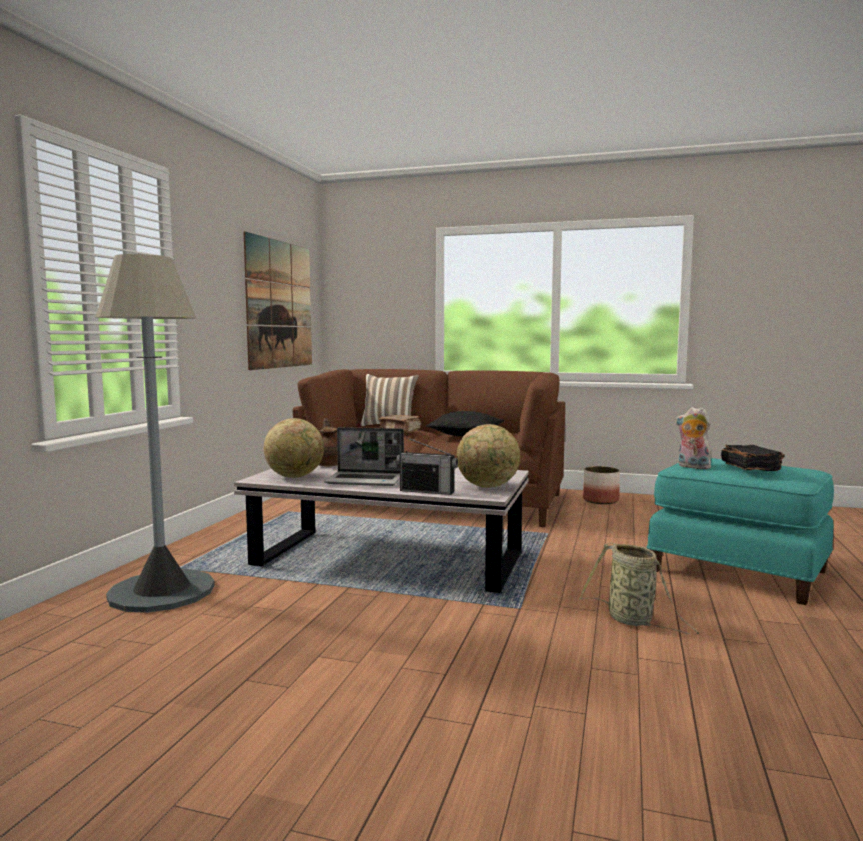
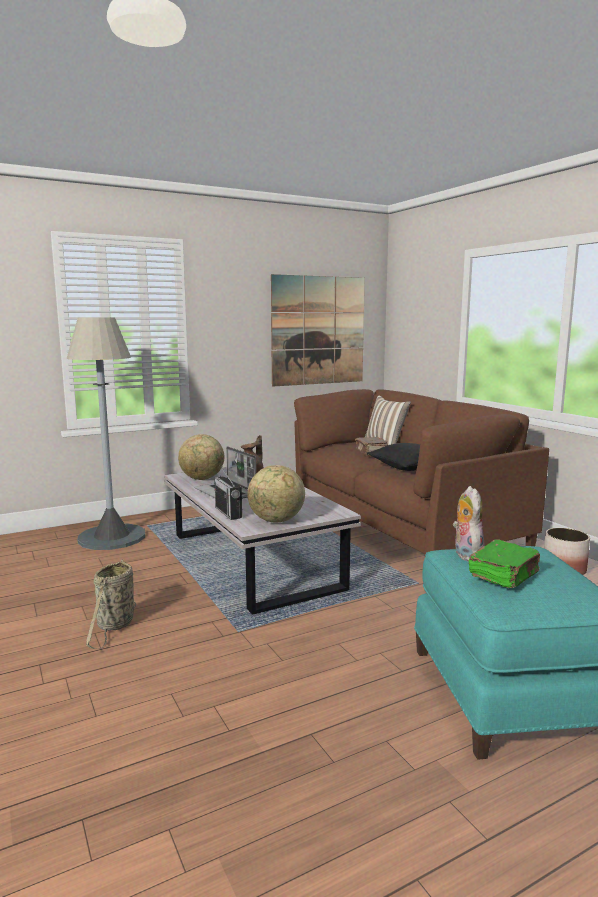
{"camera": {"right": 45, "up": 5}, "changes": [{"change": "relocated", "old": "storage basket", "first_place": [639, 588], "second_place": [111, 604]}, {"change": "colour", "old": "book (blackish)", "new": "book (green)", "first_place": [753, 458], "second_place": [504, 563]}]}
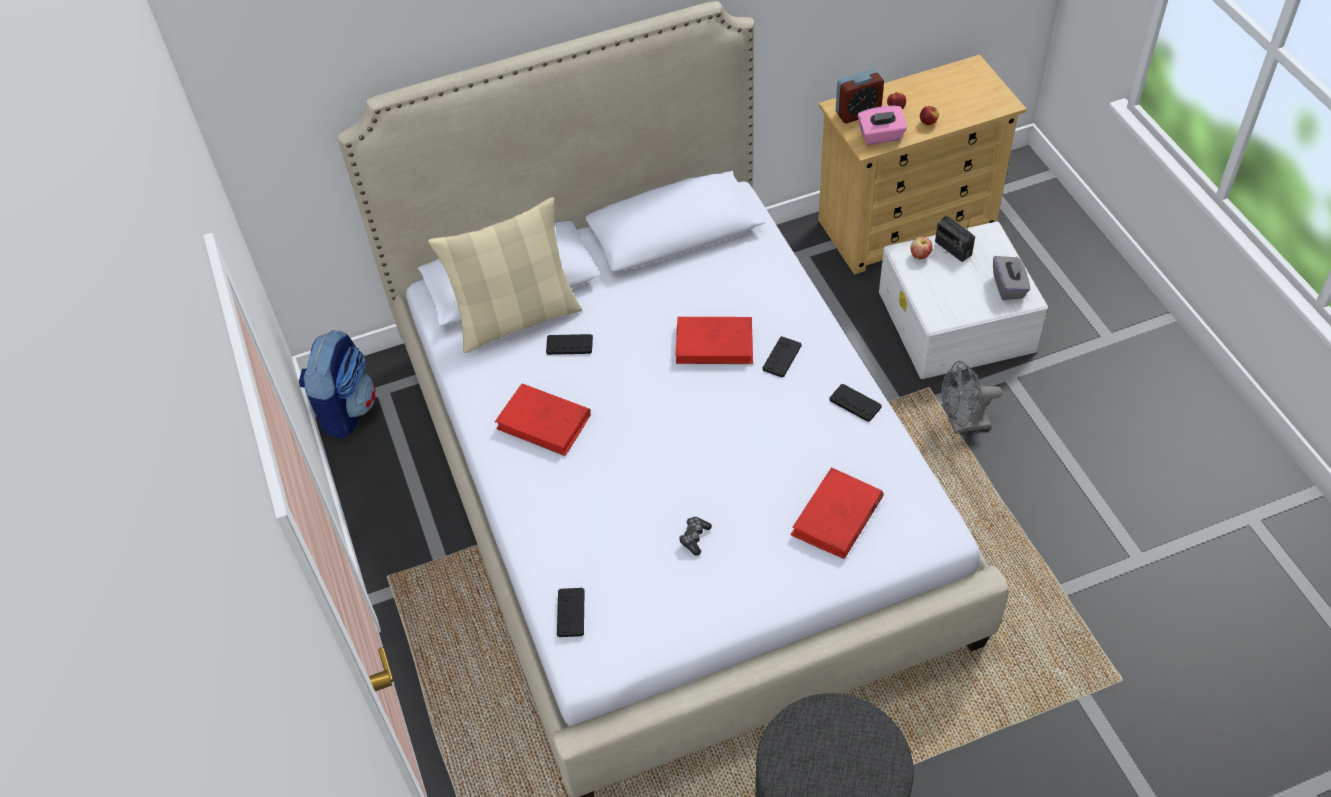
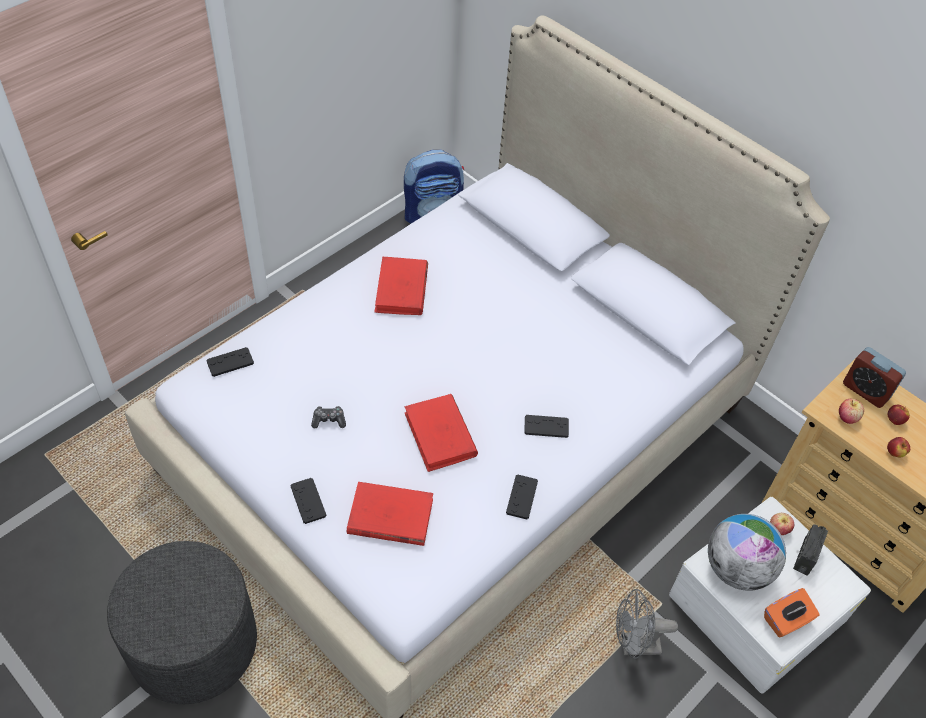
{"camera": {"right": 60, "up": 0}, "changes": [{"change": "missing", "old": "cushion (beige)", "first_place": [505, 275]}, {"change": "appeared", "new": "desk globe", "second_place": [747, 552]}, {"change": "relocated", "old": "game controller (blackish)", "first_place": [569, 344], "second_place": [308, 501]}, {"change": "relocated", "old": "book (red)", "first_place": [714, 340], "second_place": [441, 433]}, {"change": "exchanged", "old": "tissue holder (pinkish)", "new": "whole apple", "first_place": [882, 125], "second_place": [851, 411]}, {"change": "colour", "old": "tissue holder (grey)", "new": "tissue holder (orange)", "first_place": [1011, 278], "second_place": [792, 613]}, {"change": "spun", "old": "electric fan (grey)", "first_place": [972, 397], "second_place": [647, 624], "degrees": -60}]}
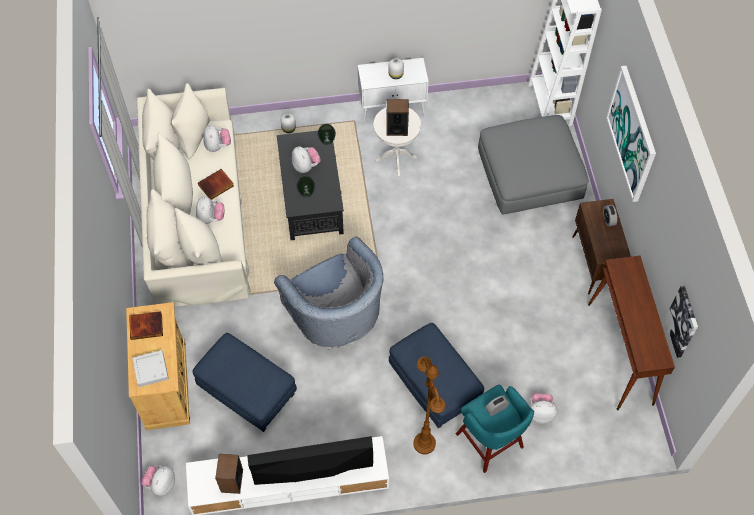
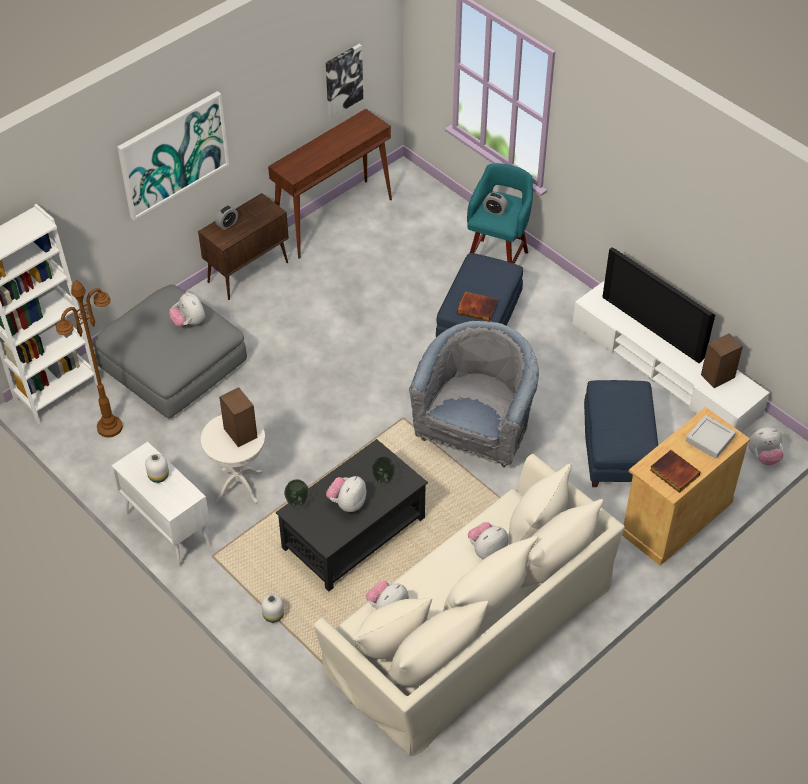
{"camera": {"right": -125, "up": -10}, "changes": [{"change": "relocated", "old": "book", "first_place": [216, 184], "second_place": [477, 307]}, {"change": "relocated", "old": "standard lamp (brown-coloured)", "first_place": [429, 405], "second_place": [89, 358]}, {"change": "relocated", "old": "soft toy", "first_place": [544, 408], "second_place": [187, 309]}]}
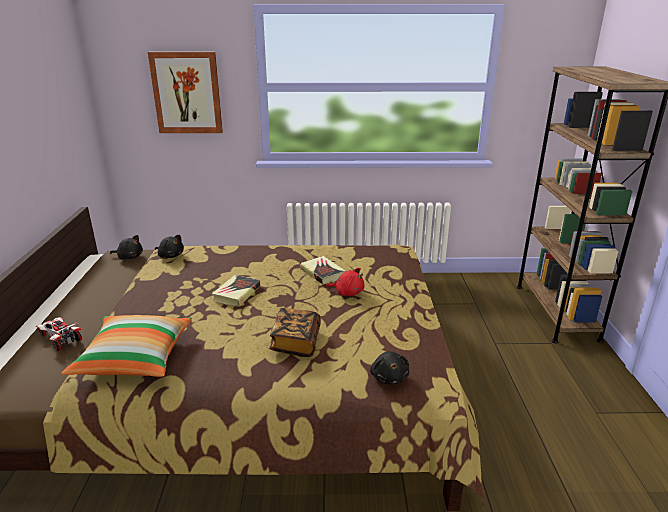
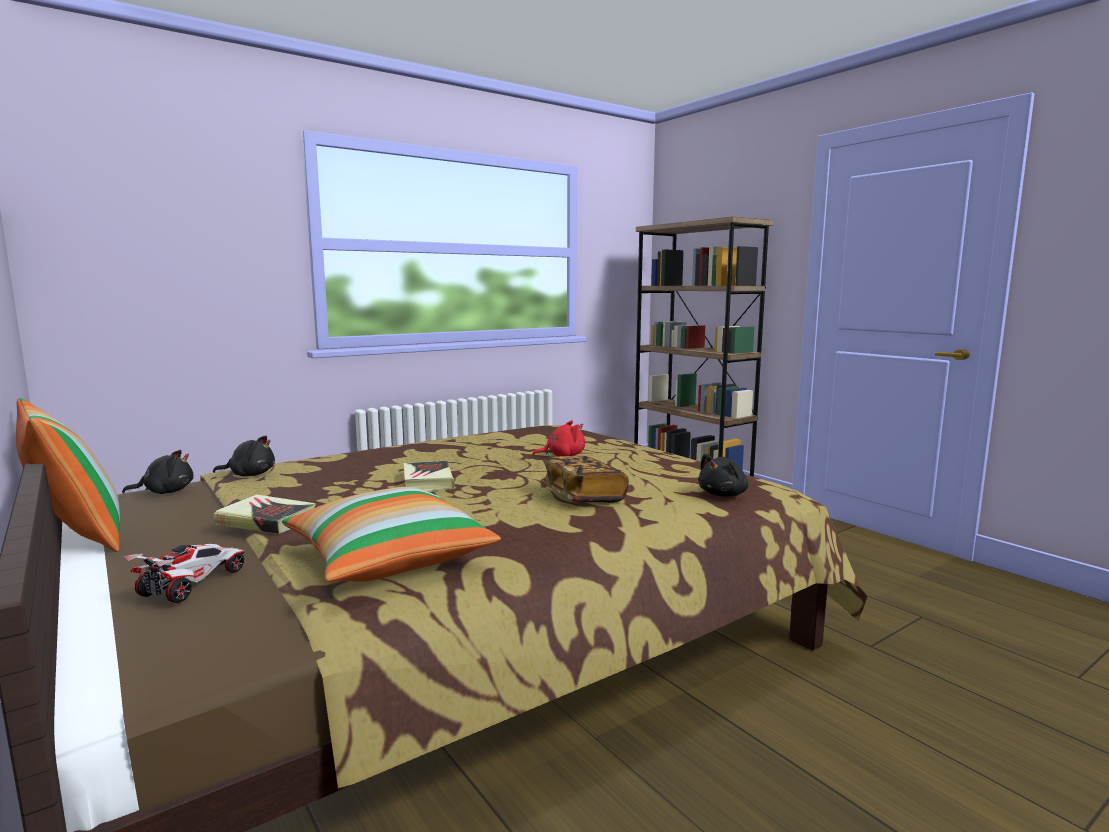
{"camera": {"right": -35, "up": -15}, "changes": [{"change": "missing", "old": "wall art", "first_place": [185, 92]}, {"change": "appeared", "new": "cushion", "second_place": [68, 475]}, {"change": "relocated", "old": "book", "first_place": [322, 270], "second_place": [264, 514]}, {"change": "spun", "old": "toy car", "first_place": [59, 334], "second_place": [184, 573], "degrees": 105}, {"change": "spun", "old": "soft toy (blackish)", "first_place": [389, 367], "second_place": [723, 475], "degrees": 90}]}
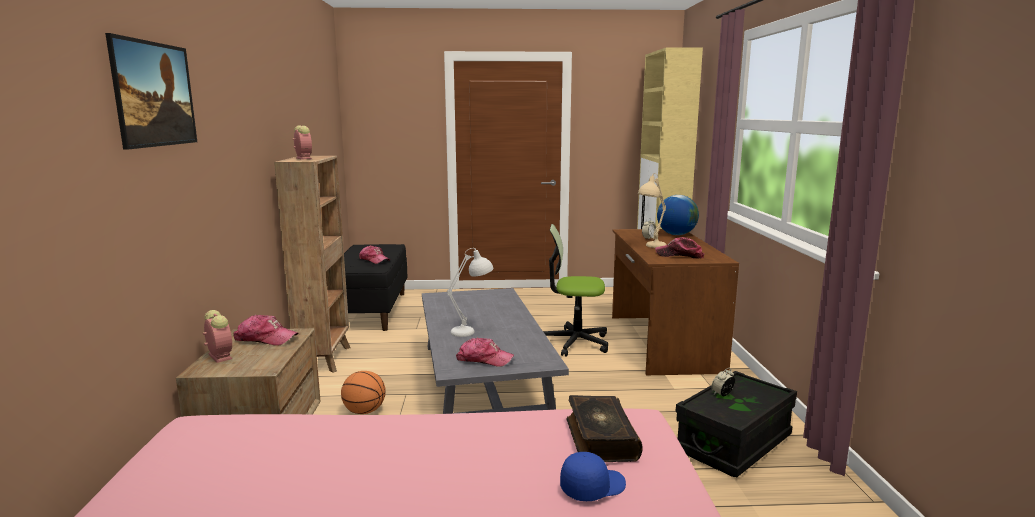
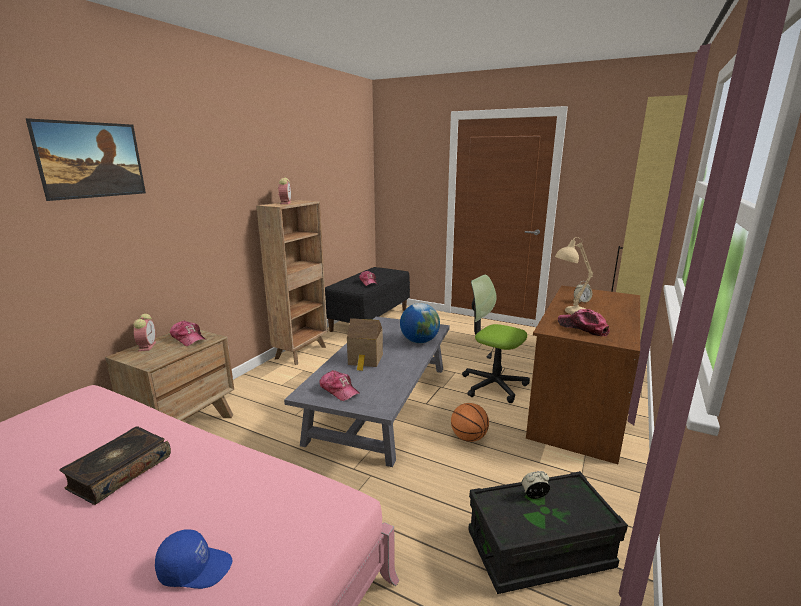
{"camera": {"right": 30, "up": 5}, "changes": [{"change": "relocated", "old": "ball for basketball", "first_place": [363, 392], "second_place": [470, 422]}, {"change": "relocated", "old": "book", "first_place": [604, 428], "second_place": [115, 465]}, {"change": "relocated", "old": "desk globe", "first_place": [678, 215], "second_place": [420, 323]}, {"change": "exchanged", "old": "lamp for a table (white-coloured)", "new": "toy house", "first_place": [470, 292], "second_place": [365, 344]}]}
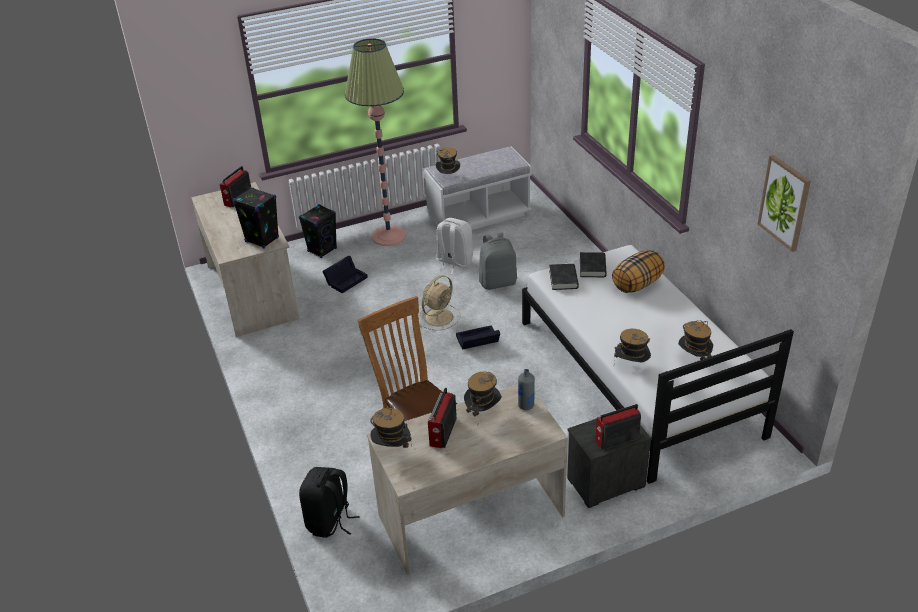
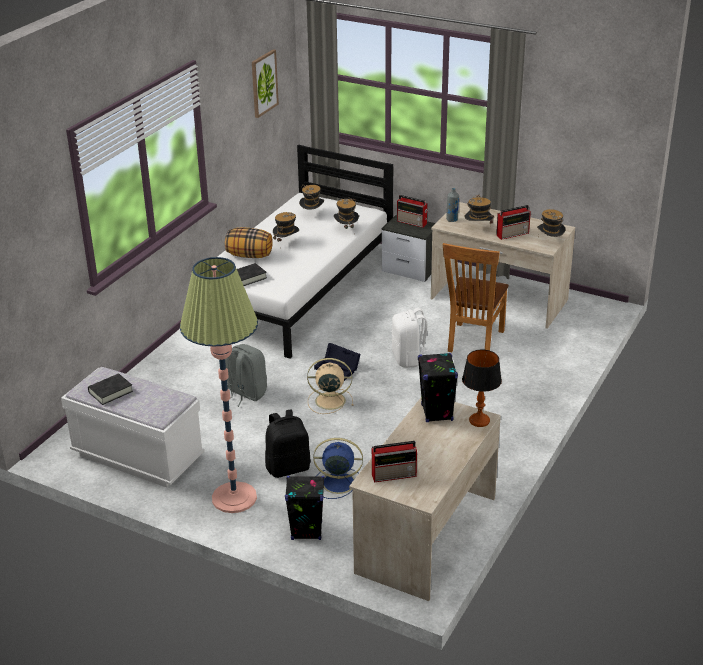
{"camera": {"right": -130, "up": -5}, "changes": [{"change": "appeared", "new": "lamp for a table", "second_place": [482, 388]}, {"change": "relocated", "old": "backpack (blackish)", "first_place": [329, 502], "second_place": [288, 443]}, {"change": "relocated", "old": "hat", "first_place": [448, 160], "second_place": [286, 230]}, {"change": "relocated", "old": "backpack (white-coloured)", "first_place": [454, 246], "second_place": [409, 338]}, {"change": "relocated", "old": "book (blackish)", "first_place": [564, 277], "second_place": [110, 389]}, {"change": "exchanged", "old": "storage box (blackish)", "new": "electric fan (bluish)", "first_place": [345, 274], "second_place": [338, 468]}]}
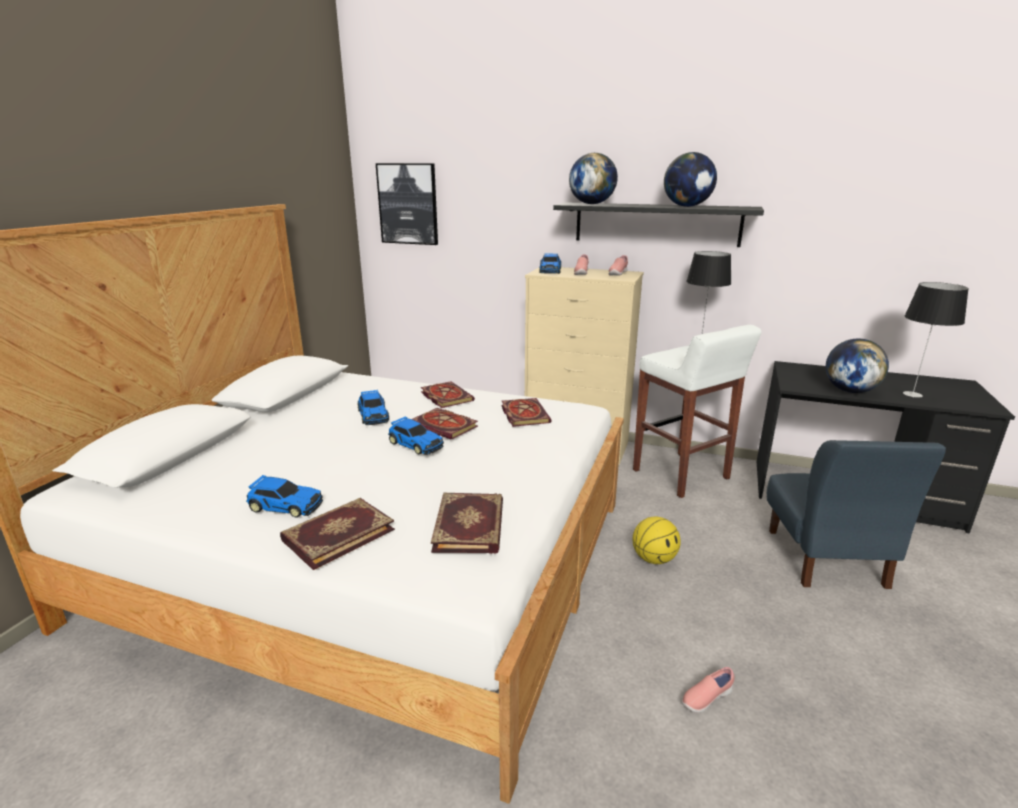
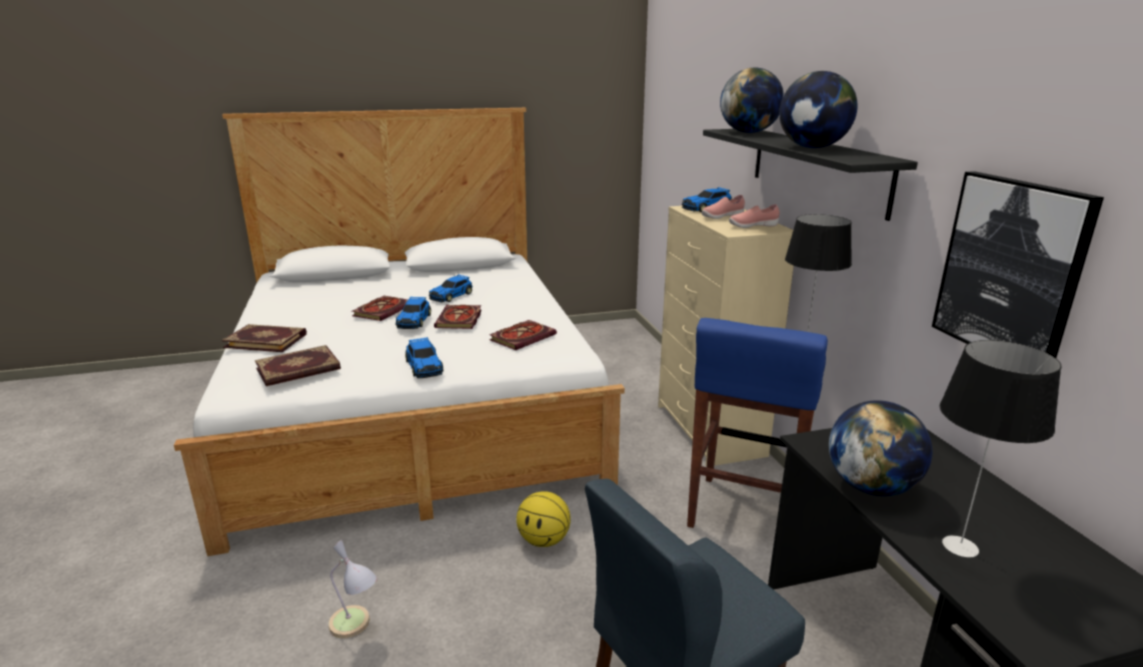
{"camera": {"right": 55, "up": 0}, "changes": [{"change": "relocated", "old": "toy car", "first_place": [284, 496], "second_place": [424, 357]}, {"change": "relocated", "old": "wall art", "first_place": [407, 204], "second_place": [1018, 264]}, {"change": "relocated", "old": "book", "first_place": [447, 394], "second_place": [380, 308]}, {"change": "exchanged", "old": "low shoe (pinkish)", "new": "lamp for a table", "first_place": [708, 690], "second_place": [353, 589]}, {"change": "colour", "old": "stool seat (white-coloured)", "new": "stool seat (bluish)", "first_place": [697, 411], "second_place": [757, 423]}]}
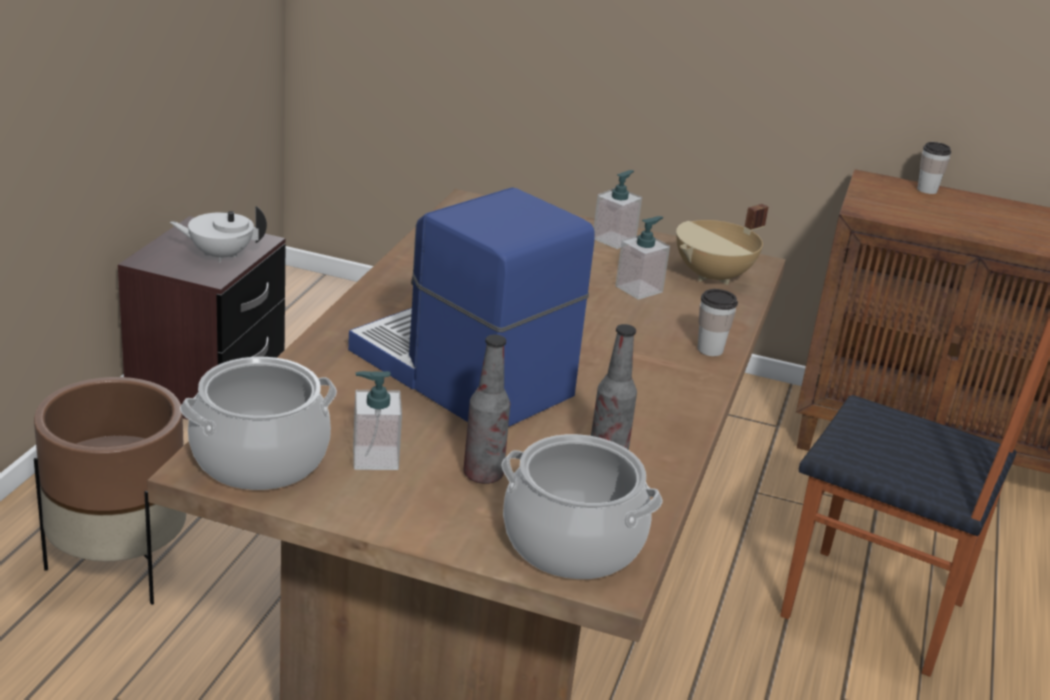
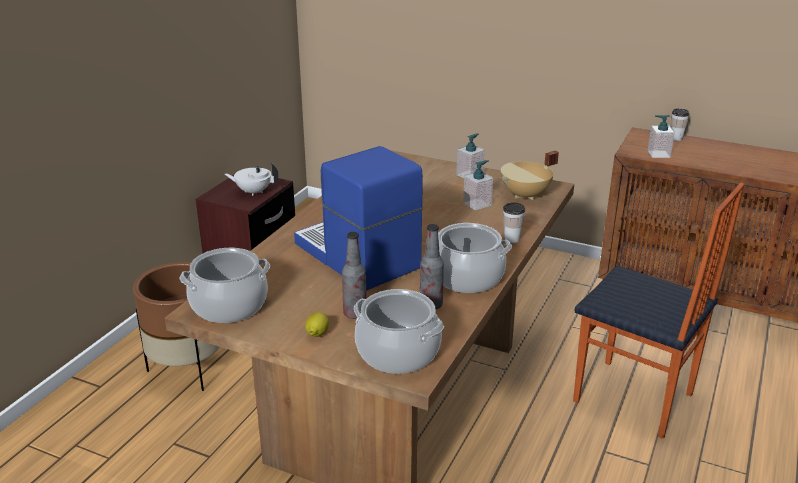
{"camera": {"right": 10, "up": 0}, "changes": [{"change": "appeared", "new": "lemon", "second_place": [317, 324]}, {"change": "appeared", "new": "saucepot", "second_place": [475, 258]}, {"change": "relocated", "old": "liquid soap bottle", "first_place": [377, 420], "second_place": [661, 136]}]}
